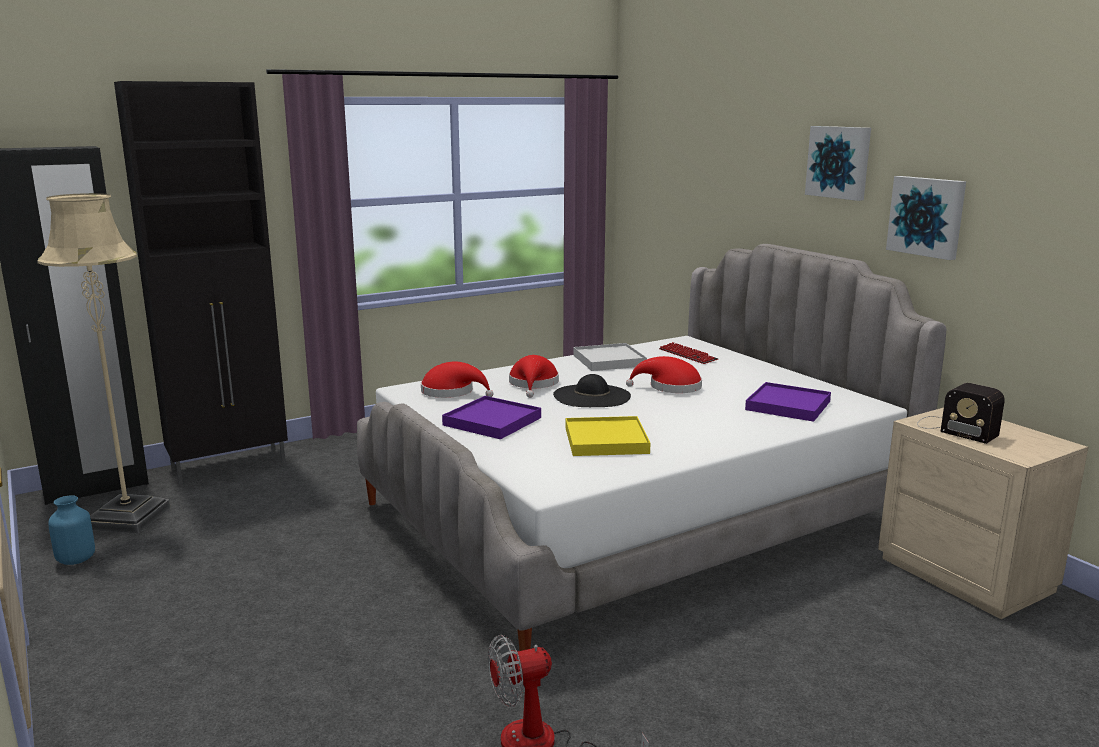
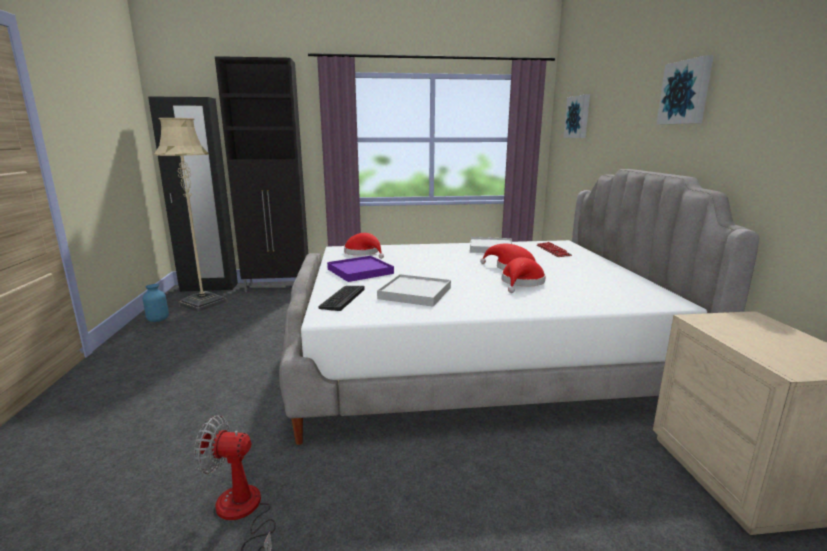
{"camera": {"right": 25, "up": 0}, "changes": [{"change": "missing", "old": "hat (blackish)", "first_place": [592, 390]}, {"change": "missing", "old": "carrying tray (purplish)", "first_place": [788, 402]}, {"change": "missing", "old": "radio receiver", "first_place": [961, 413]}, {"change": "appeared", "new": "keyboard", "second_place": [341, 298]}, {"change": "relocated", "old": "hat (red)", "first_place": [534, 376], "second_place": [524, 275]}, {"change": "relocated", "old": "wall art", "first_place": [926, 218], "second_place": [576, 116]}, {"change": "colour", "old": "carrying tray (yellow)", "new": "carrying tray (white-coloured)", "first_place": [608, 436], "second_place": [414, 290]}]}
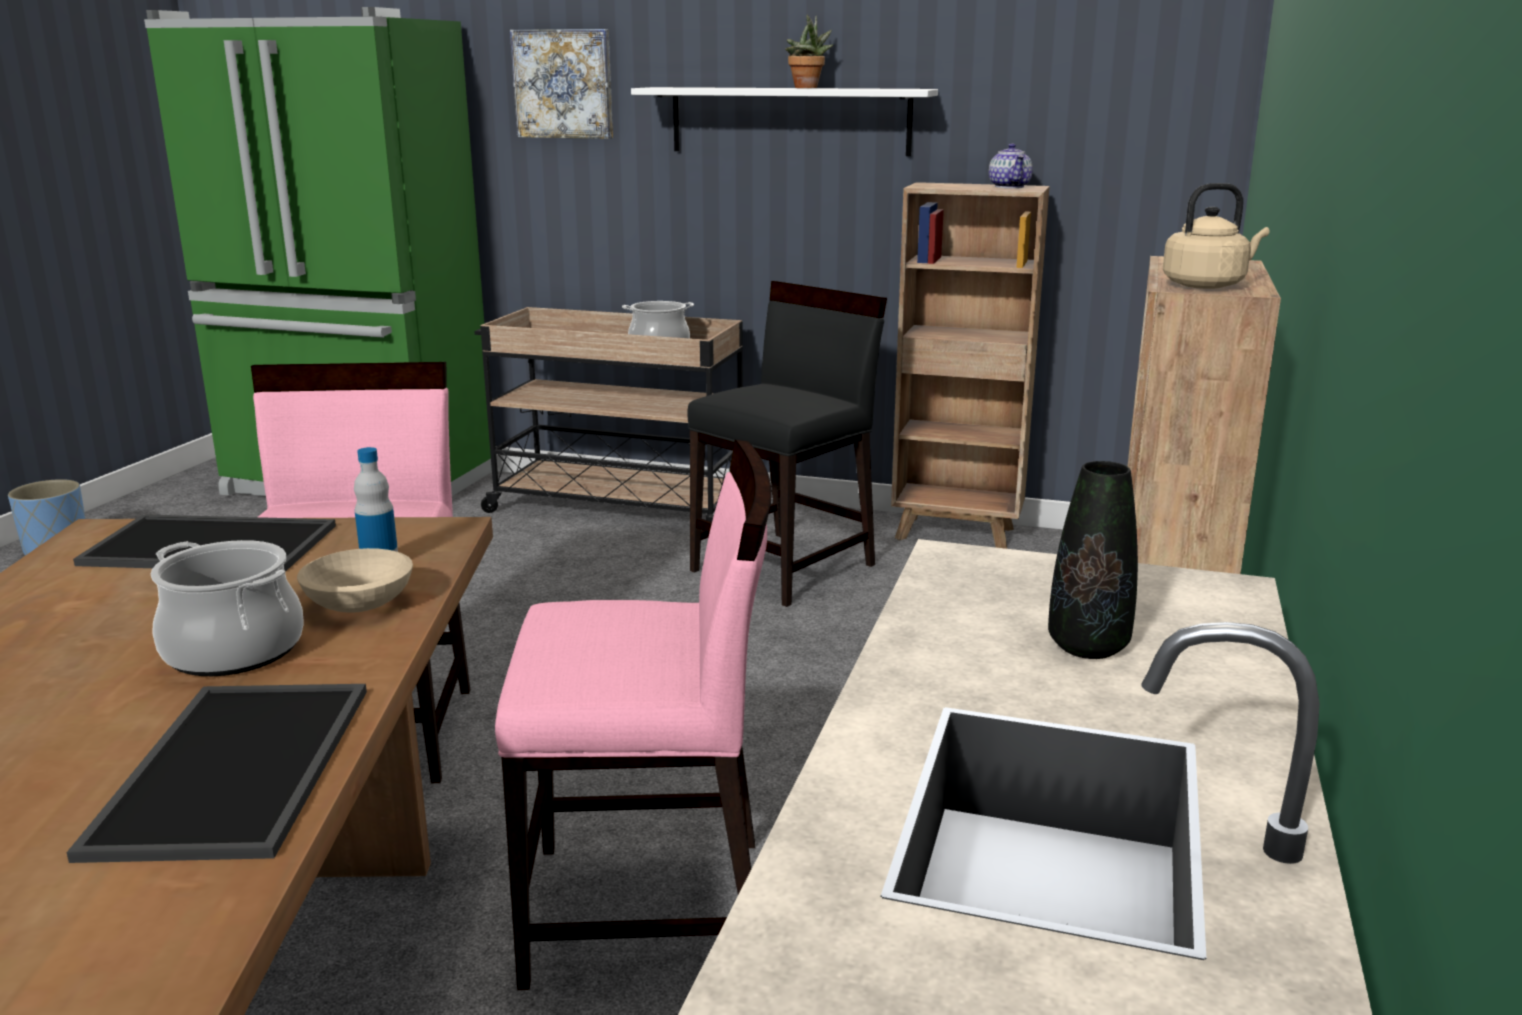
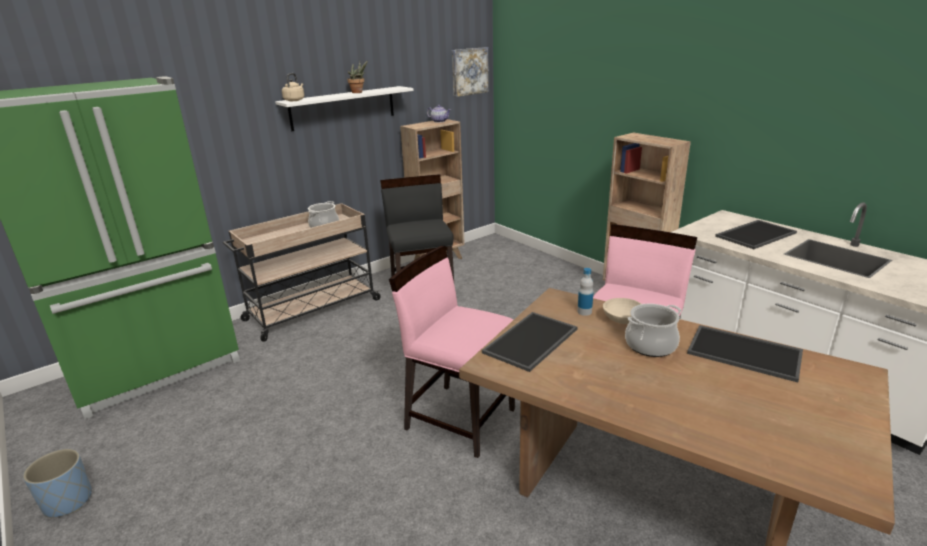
{"camera": {"right": -55, "up": 5}, "changes": [{"change": "relocated", "old": "wall art", "first_place": [561, 84], "second_place": [470, 72]}, {"change": "relocated", "old": "kettle (beige)", "first_place": [1216, 236], "second_place": [293, 87]}, {"change": "exchanged", "old": "decorative vase (blackish)", "new": "carrying tray", "first_place": [1093, 560], "second_place": [756, 234]}]}
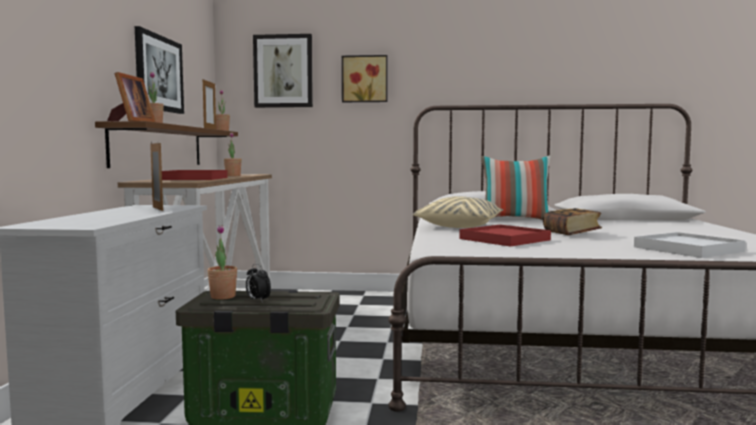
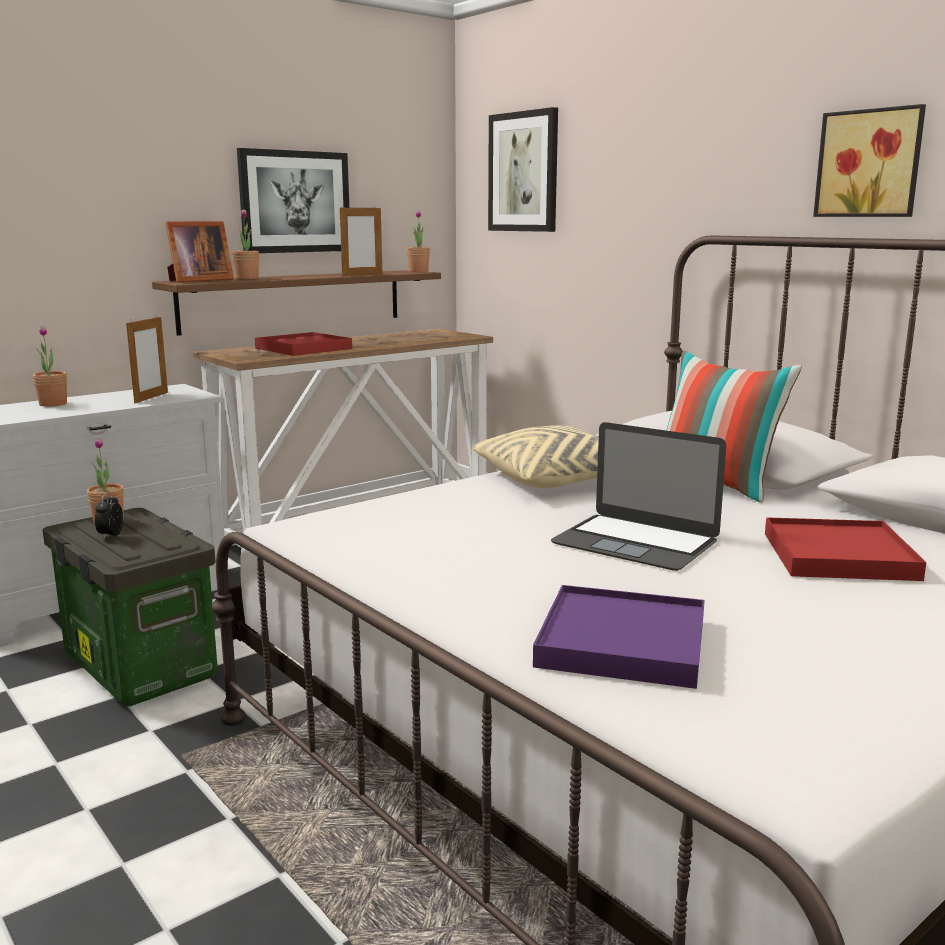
{"camera": {"right": 45, "up": 10}, "changes": [{"change": "relocated", "old": "plant in a pot", "first_place": [233, 154], "second_place": [50, 366]}, {"change": "relocated", "old": "wall art", "first_place": [365, 78], "second_place": [869, 160]}, {"change": "relocated", "old": "carrying tray (red)", "first_place": [505, 236], "second_place": [845, 549]}, {"change": "exchanged", "old": "book", "new": "portable computer", "first_place": [572, 221], "second_place": [638, 496]}, {"change": "colour", "old": "carrying tray (white-coloured)", "new": "carrying tray (purplish)", "first_place": [690, 245], "second_place": [619, 637]}]}
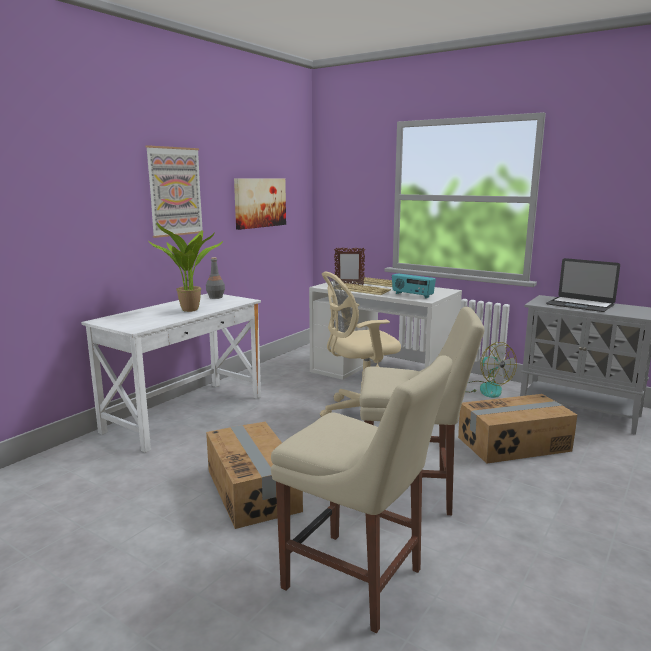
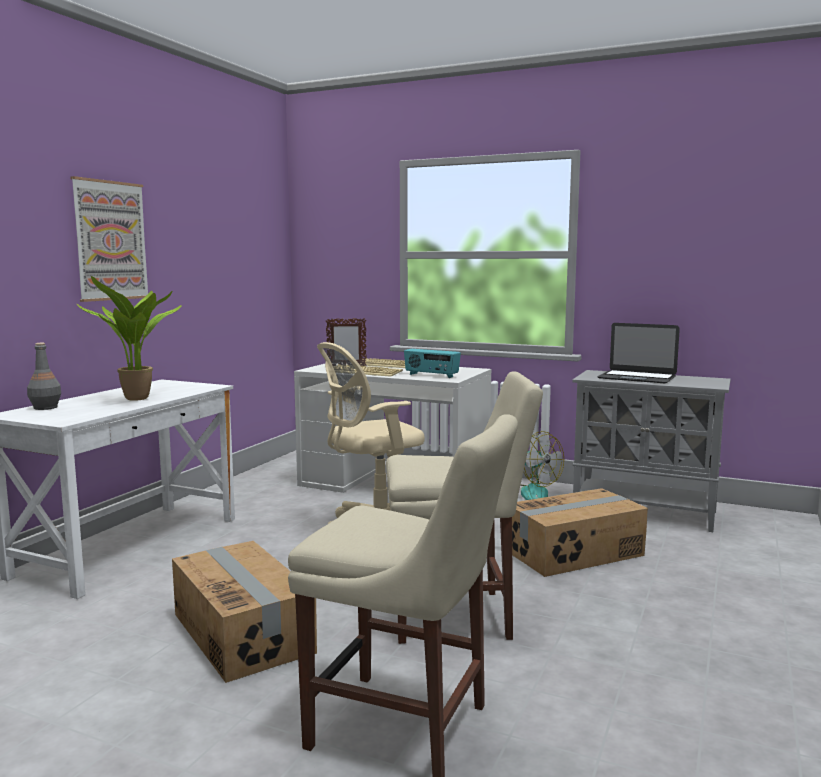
{"camera": {"right": -10, "up": -5}, "changes": [{"change": "missing", "old": "wall art", "first_place": [260, 204]}, {"change": "relocated", "old": "beverage bottle (grey)", "first_place": [215, 278], "second_place": [44, 376]}]}
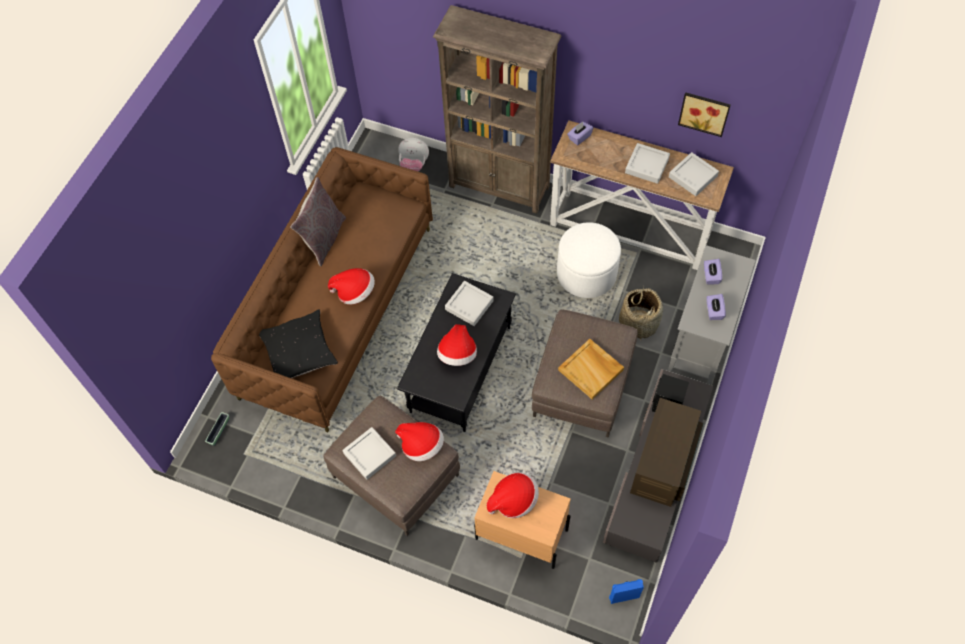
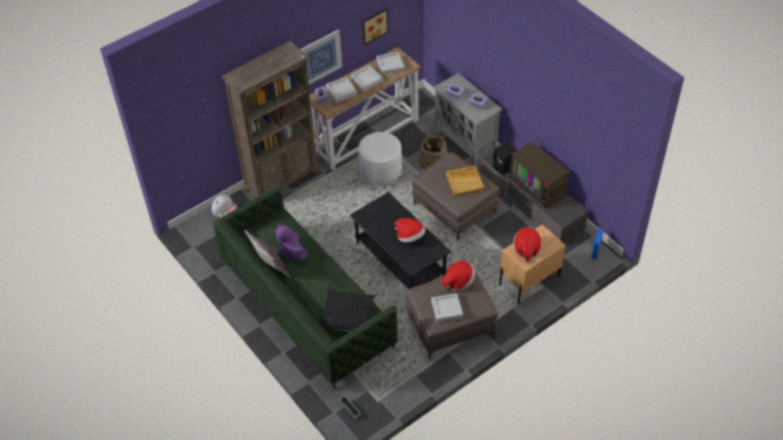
{"camera": {"right": -60, "up": -10}, "changes": [{"change": "missing", "old": "hat", "first_place": [351, 286]}, {"change": "appeared", "new": "soft toy (purplish)", "second_place": [291, 242]}, {"change": "appeared", "new": "wall art", "second_place": [321, 57]}, {"change": "relocated", "old": "carrying tray (grey)", "first_place": [469, 303], "second_place": [341, 90]}, {"change": "colour", "old": "settee (brown-coloured)", "new": "settee (green)", "first_place": [322, 289], "second_place": [305, 287]}]}
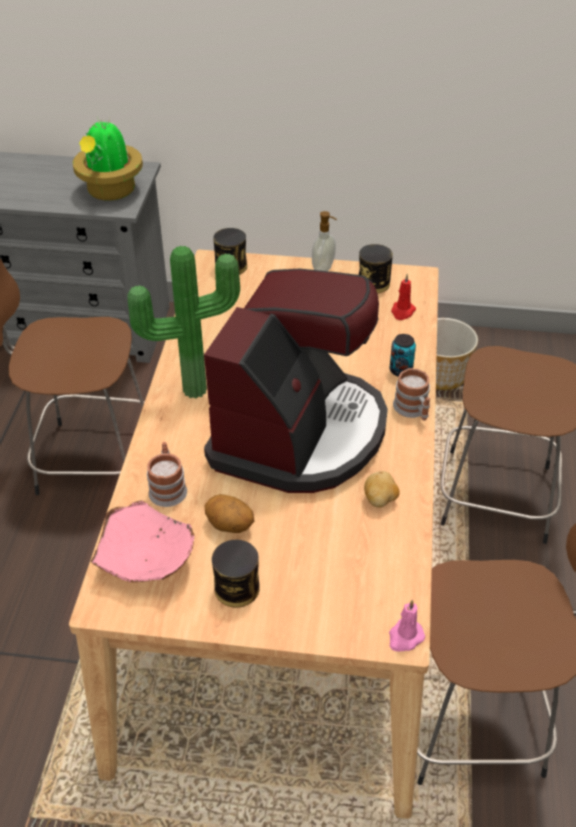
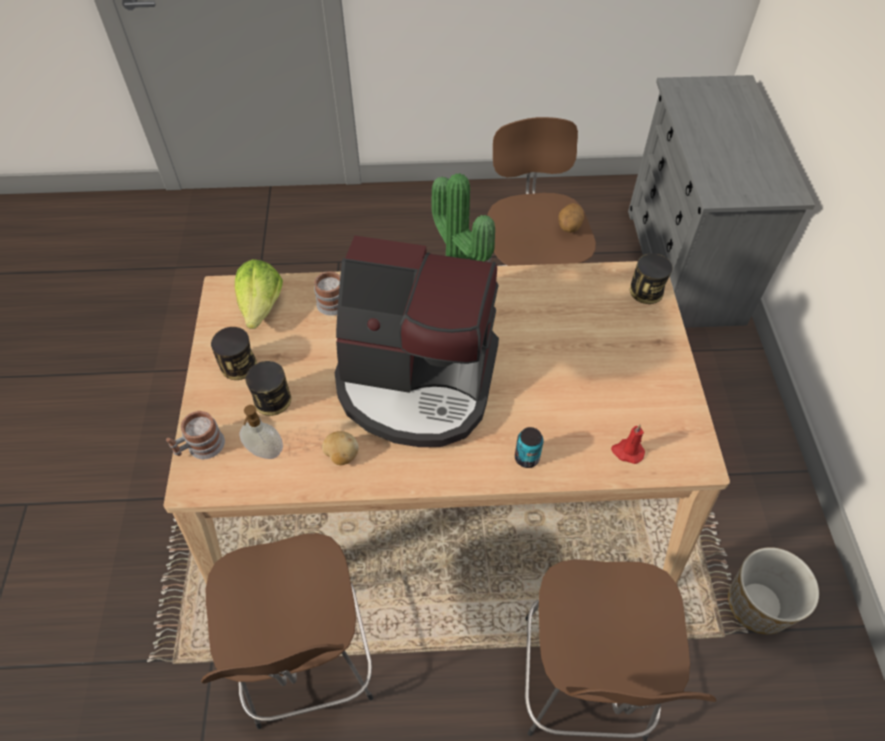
{"camera": {"right": 80, "up": 10}, "changes": [{"change": "missing", "old": "plant in a pot", "first_place": [108, 158]}, {"change": "missing", "old": "candle (pinkish)", "first_place": [407, 625]}, {"change": "relocated", "old": "whole potato", "first_place": [229, 513], "second_place": [571, 218]}, {"change": "relocated", "old": "liquid soap bottle", "first_place": [324, 241], "second_place": [261, 432]}, {"change": "relocated", "old": "metal can", "first_place": [376, 268], "second_place": [268, 388]}, {"change": "relocated", "old": "tea mug", "first_place": [411, 394], "second_place": [195, 435]}, {"change": "exchanged", "old": "bowl (pinkish)", "new": "lettuce", "first_place": [143, 541], "second_place": [259, 294]}]}
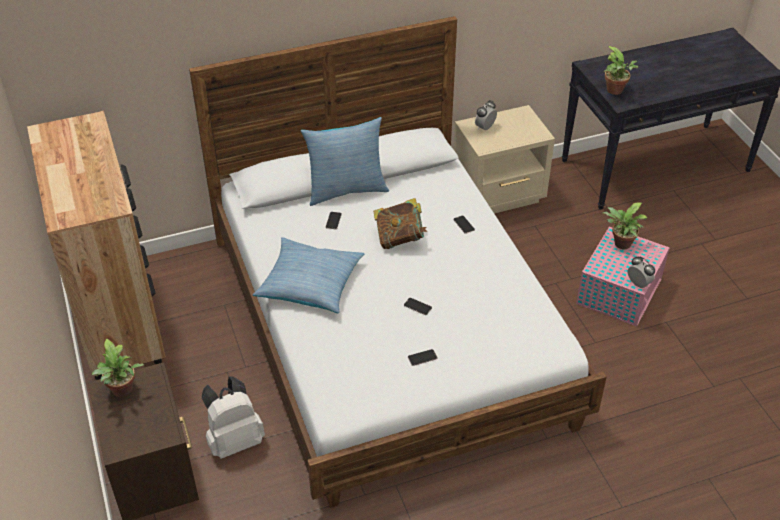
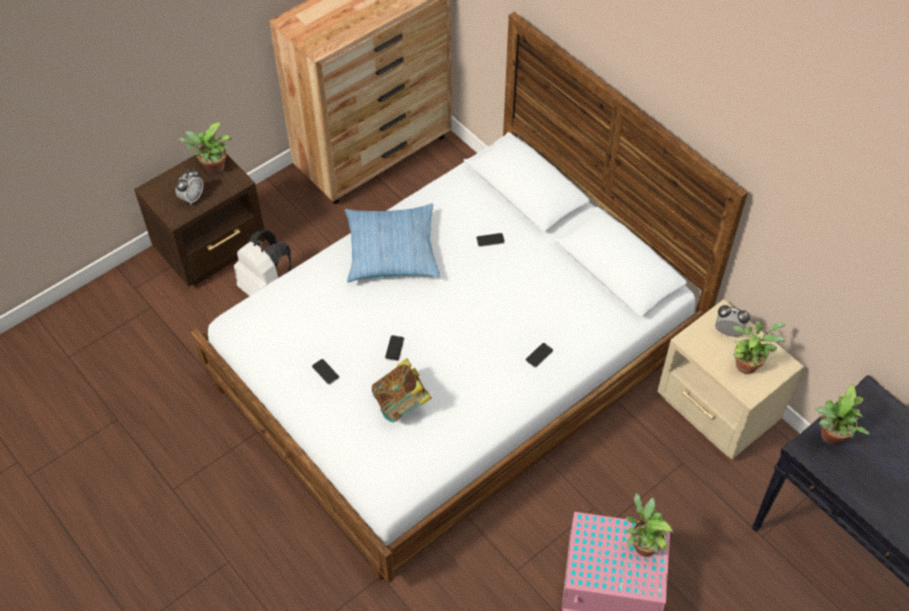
{"camera": {"right": 70, "up": 10}, "changes": [{"change": "missing", "old": "cushion", "first_place": [345, 161]}, {"change": "appeared", "new": "plant in a pot", "second_place": [759, 347]}, {"change": "relocated", "old": "book", "first_place": [400, 223], "second_place": [401, 390]}, {"change": "relocated", "old": "bedside clock", "first_place": [641, 272], "second_place": [189, 187]}]}
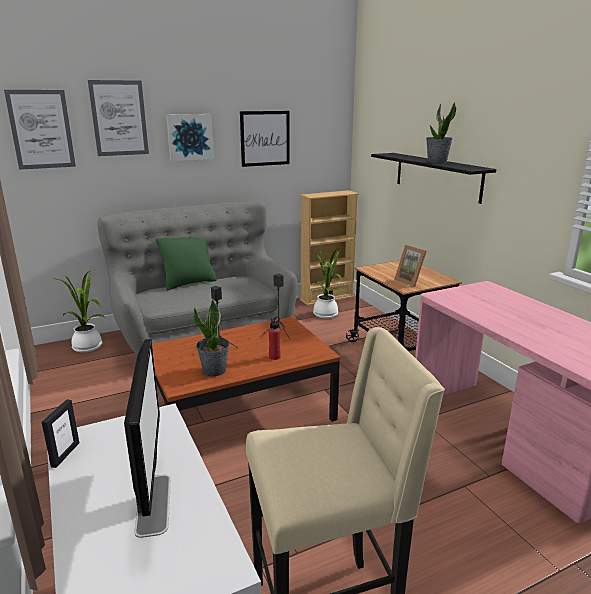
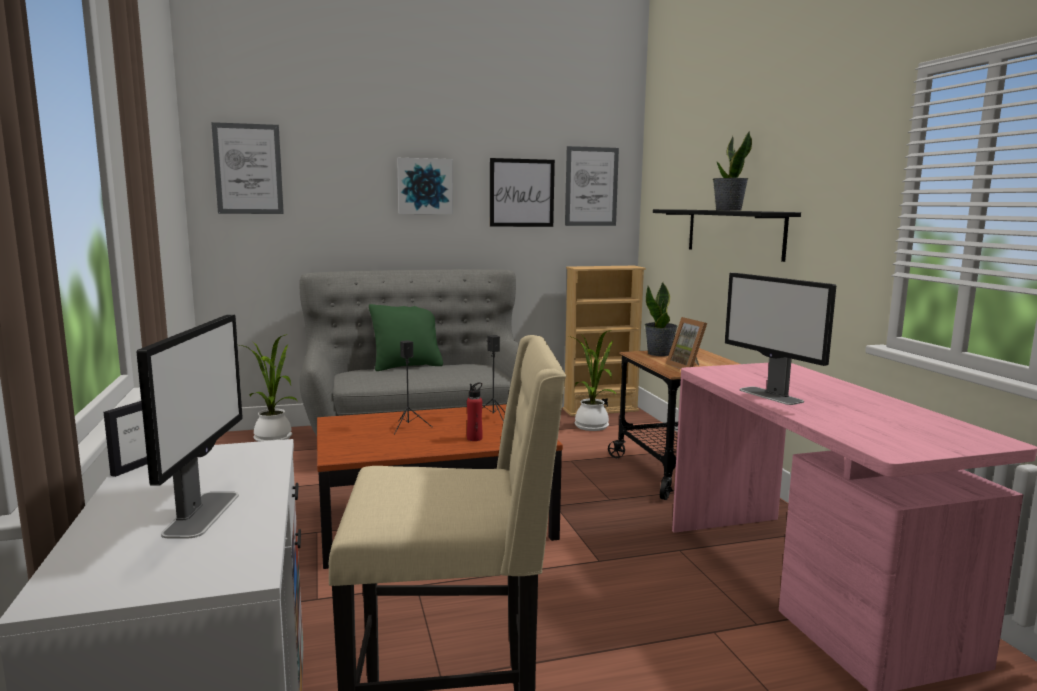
{"camera": {"right": 10, "up": -10}, "changes": [{"change": "appeared", "new": "computer screen", "second_place": [780, 339]}, {"change": "relocated", "old": "wall art", "first_place": [118, 118], "second_place": [592, 186]}, {"change": "relocated", "old": "plant in a pot", "first_place": [212, 337], "second_place": [661, 319]}]}
